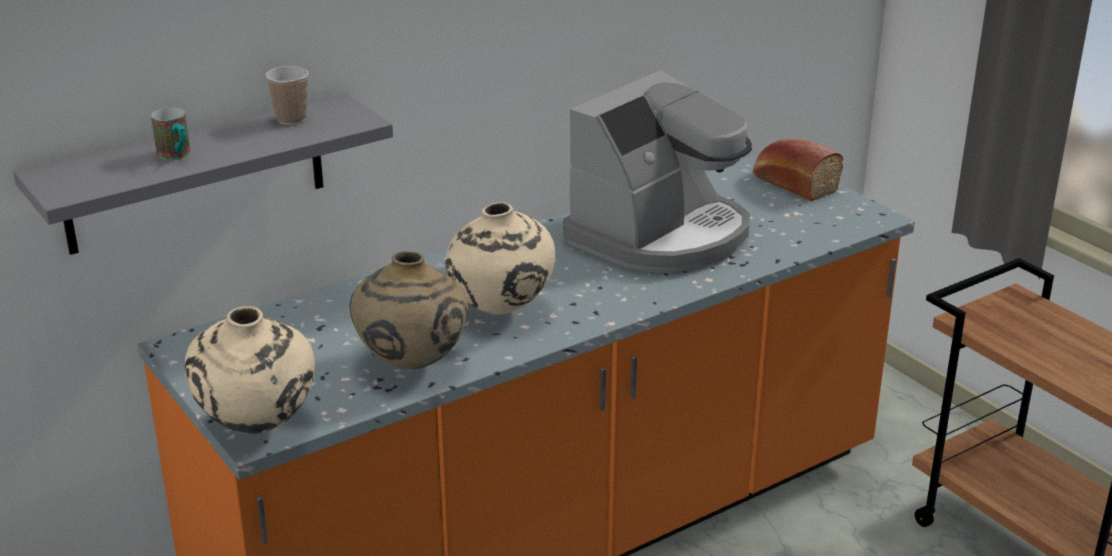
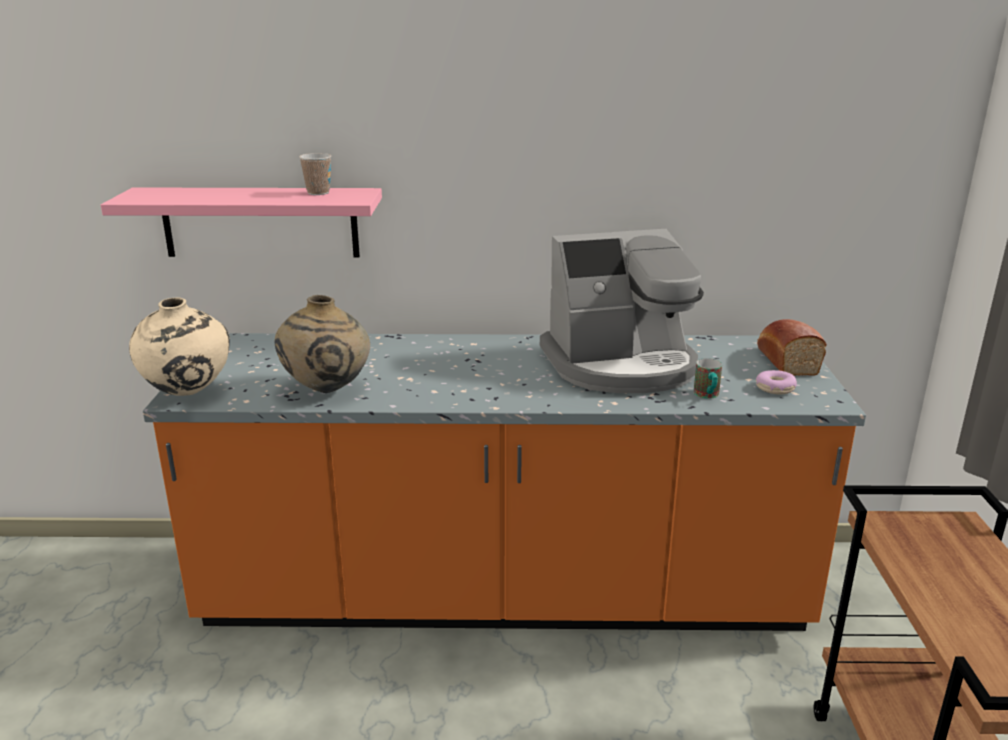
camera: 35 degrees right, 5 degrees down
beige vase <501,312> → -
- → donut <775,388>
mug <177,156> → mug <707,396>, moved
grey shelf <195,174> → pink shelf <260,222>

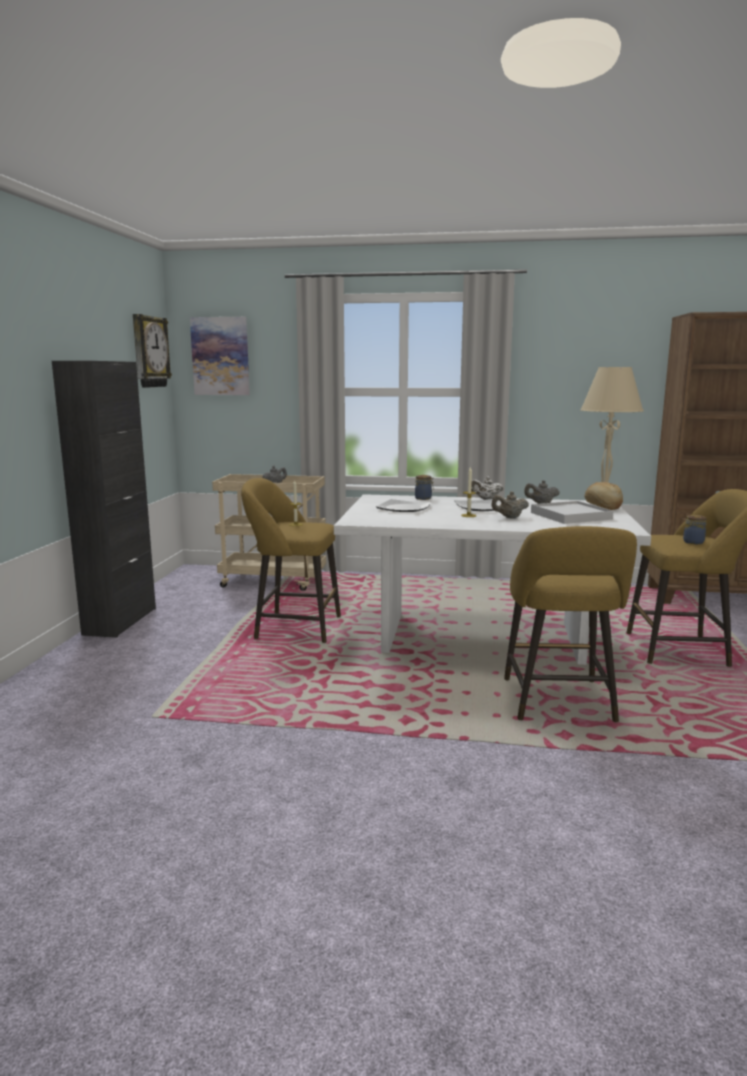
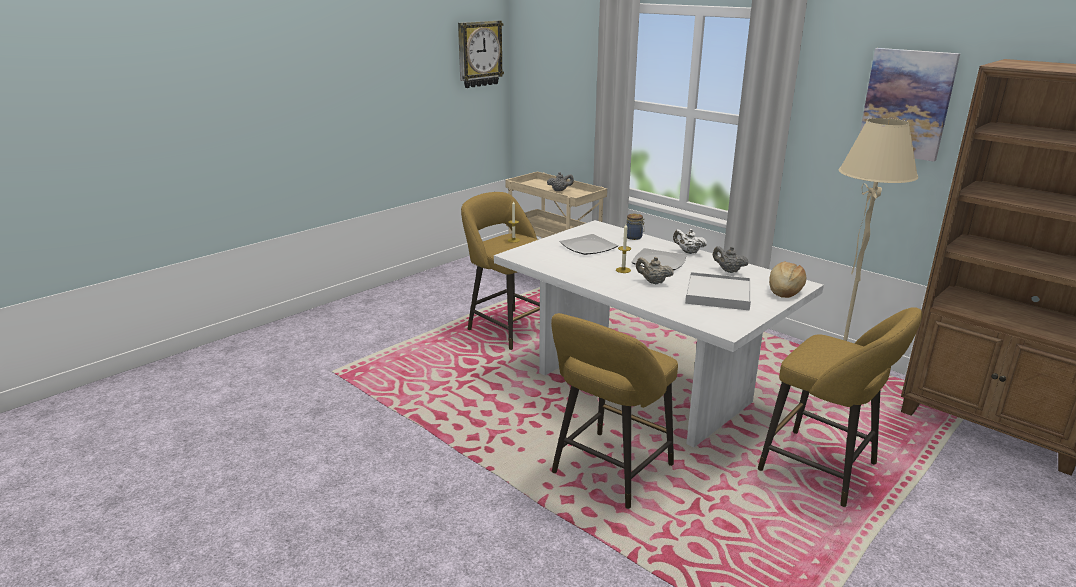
camera: 35 degrees right, 10 degrees up
black cabinet <120,621> → -
jar <693,542> → -
picture <220,356> → picture <906,103>, moved

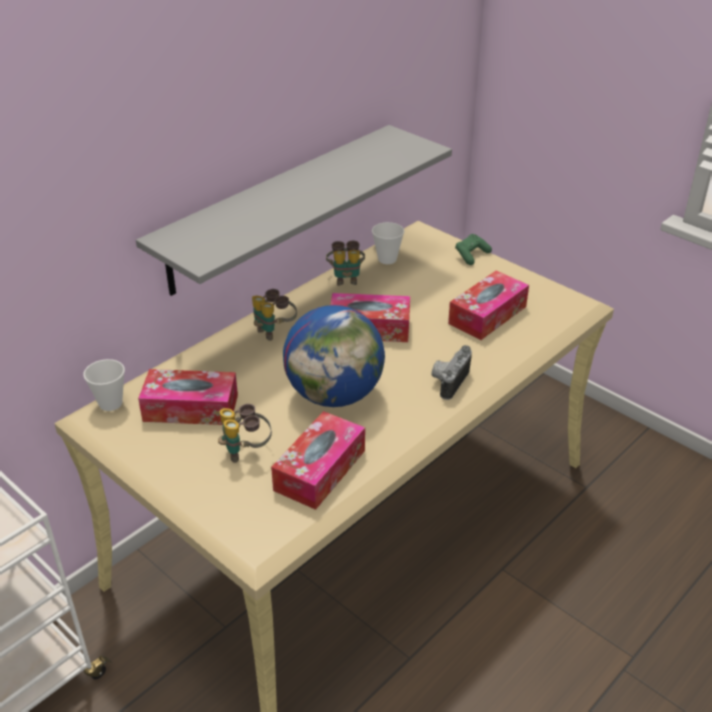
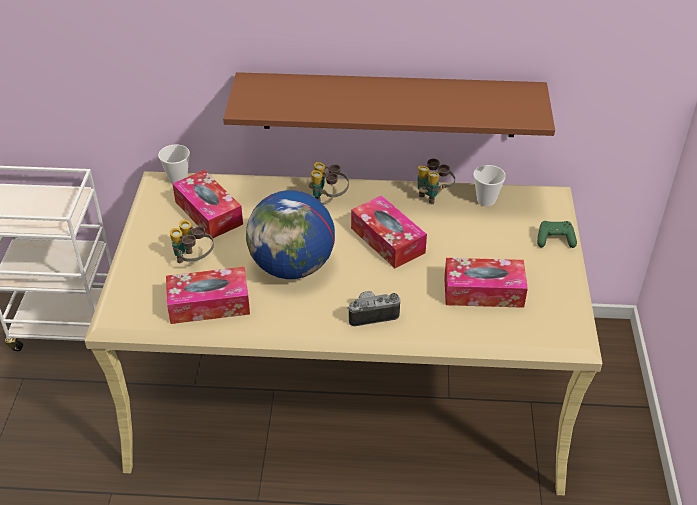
camera: 50 degrees right, 5 degrees up
grey shelf <277,208> → brown shelf <389,104>

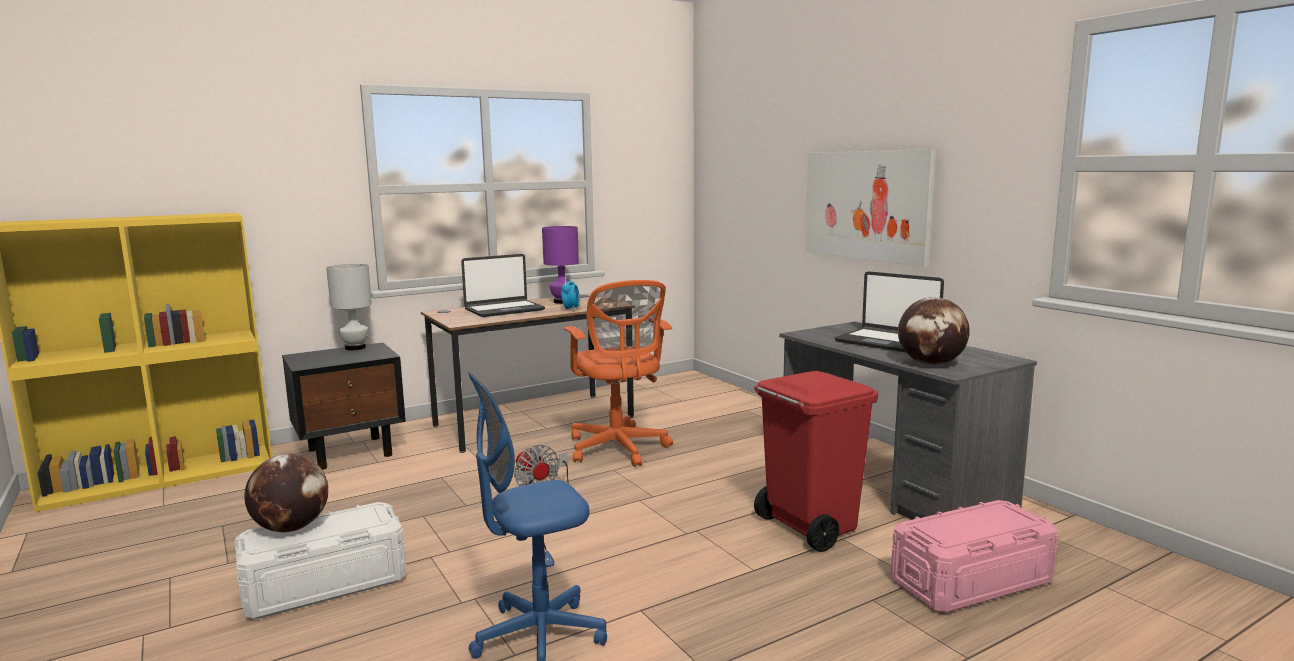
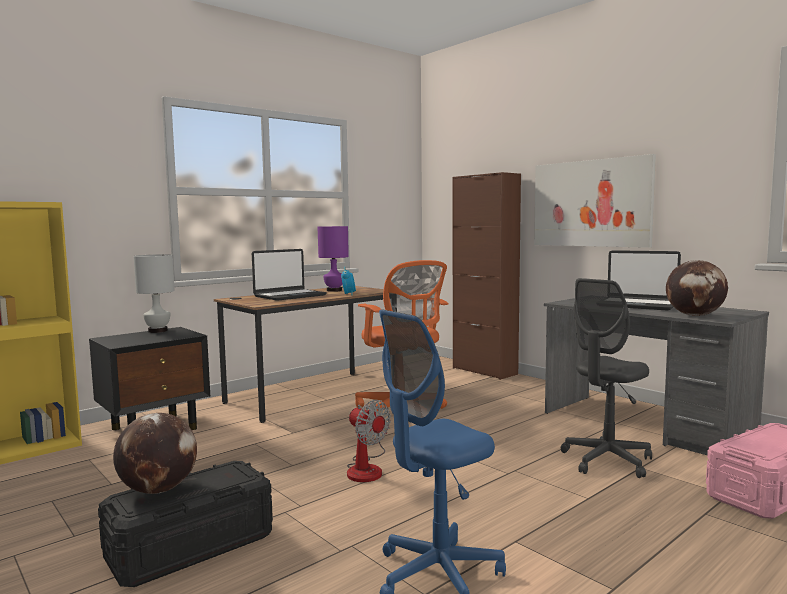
camera: 10 degrees left, 5 degrees down
- → brown cabinet <484,371>
red trash can <809,527> → grey office chair <607,461>
white storage box <325,584> → black storage box <191,547>

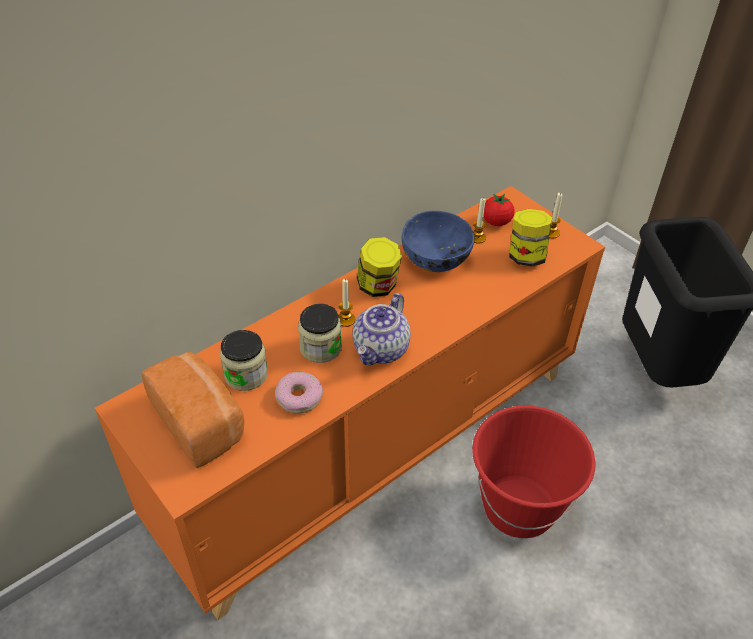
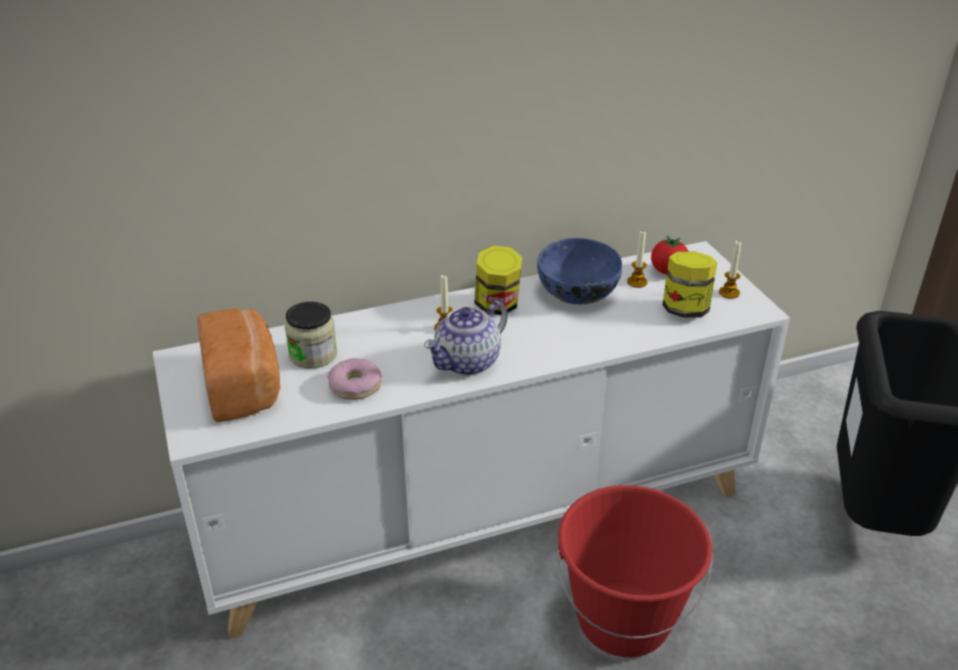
camera: 20 degrees right, 10 degrees down
jar <321,348> → -
orange cabinet <375,447> → white cabinet <480,514>

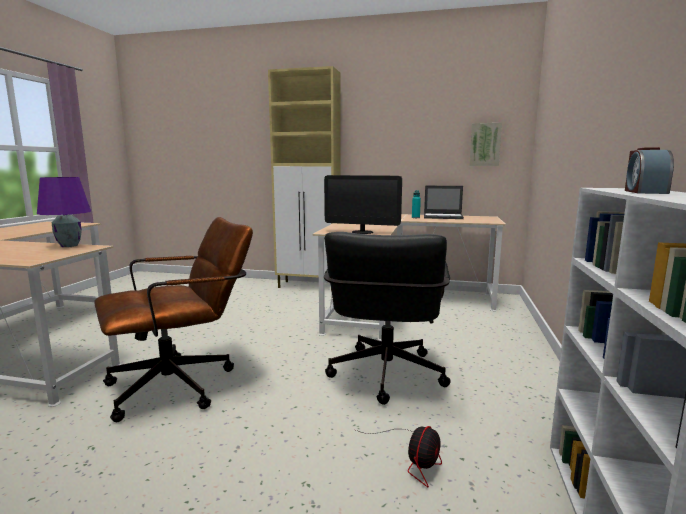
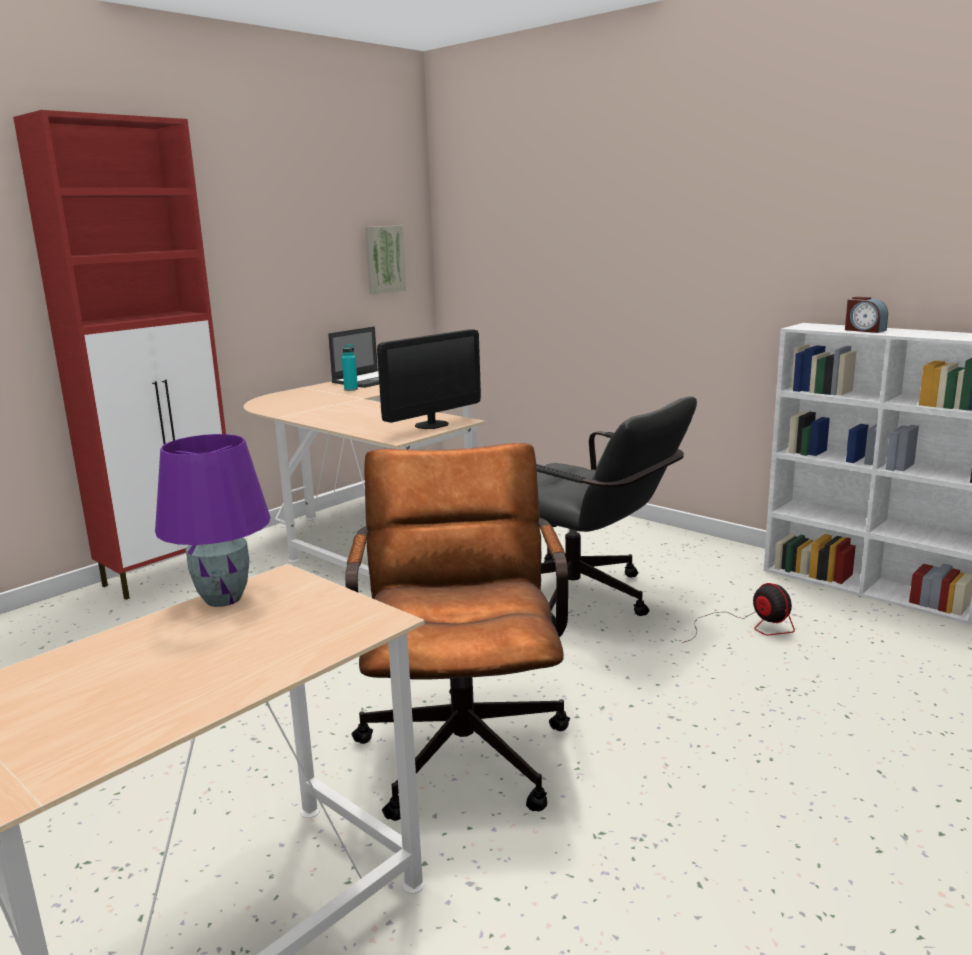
camera: 60 degrees left, 5 degrees up
beige cabinet <309,286> → red cabinet <173,573>

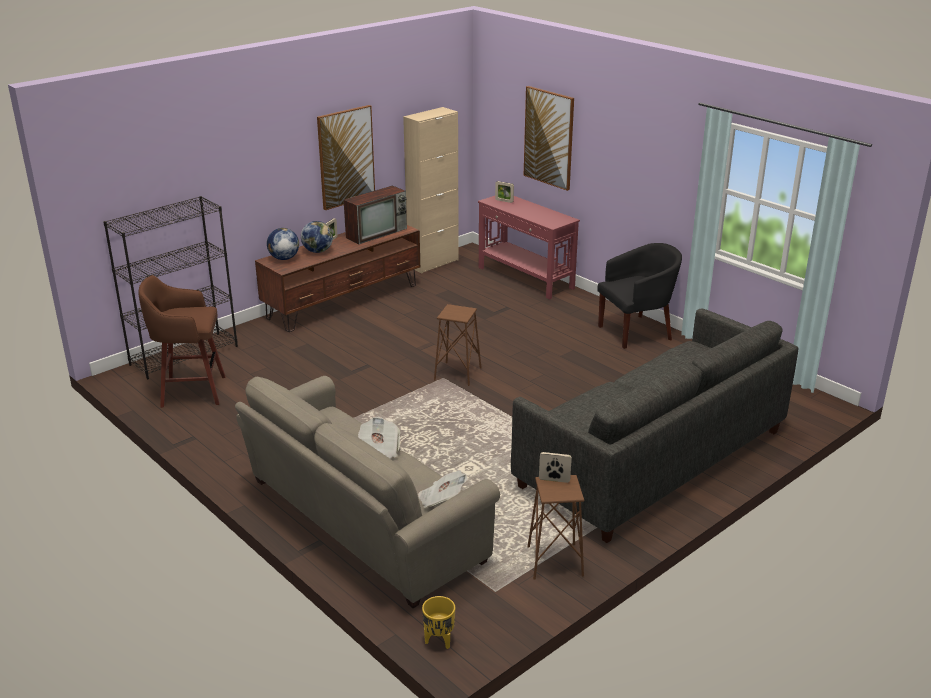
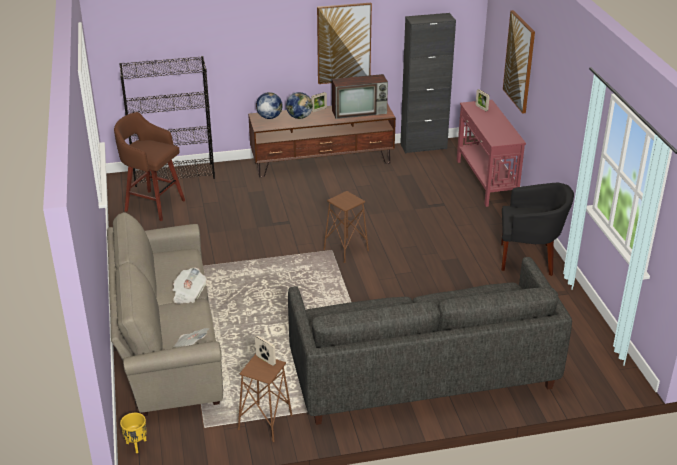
camera: 30 degrees right, 5 degrees up
beige cabinet <433,263> → black cabinet <423,146>

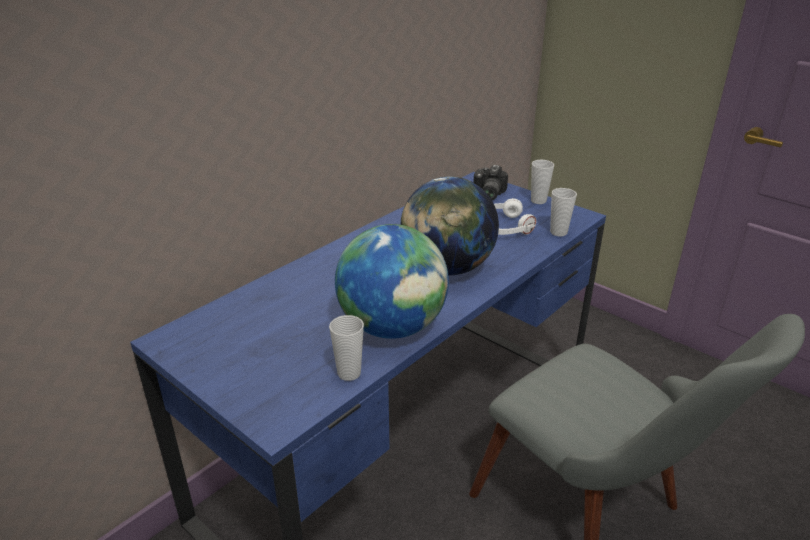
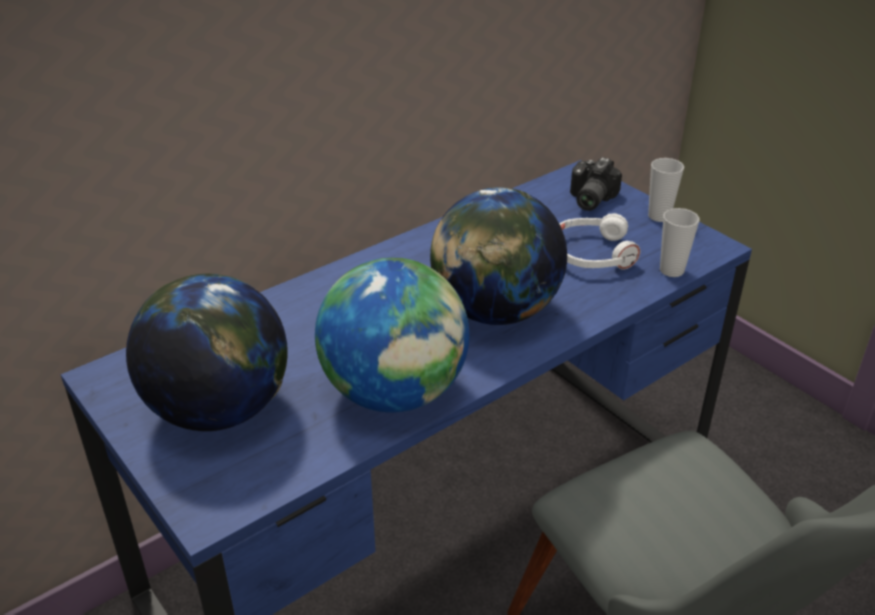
camera: 10 degrees right, 5 degrees up
cup <349,373> → -
- → globe <219,410>

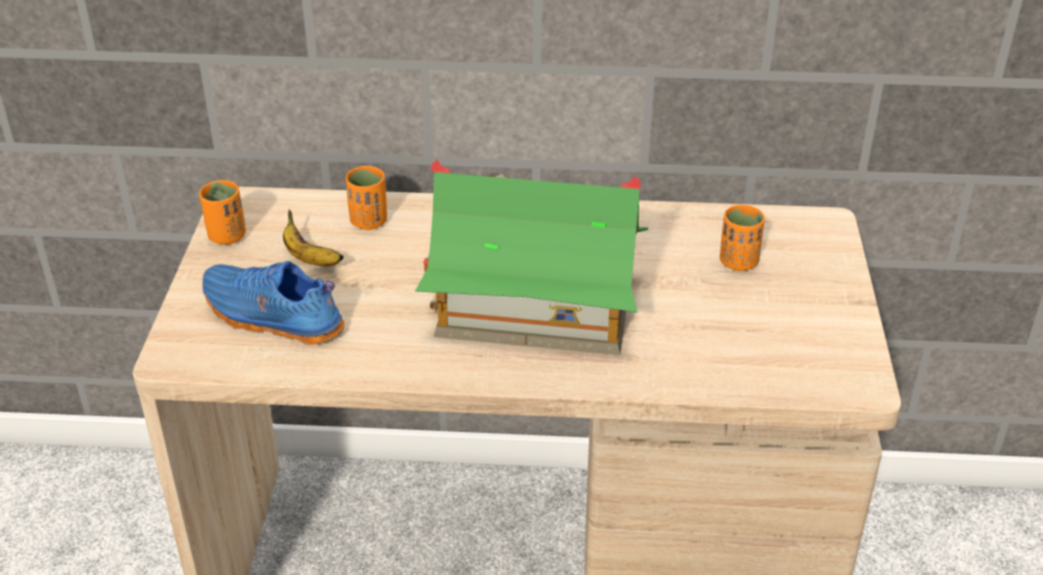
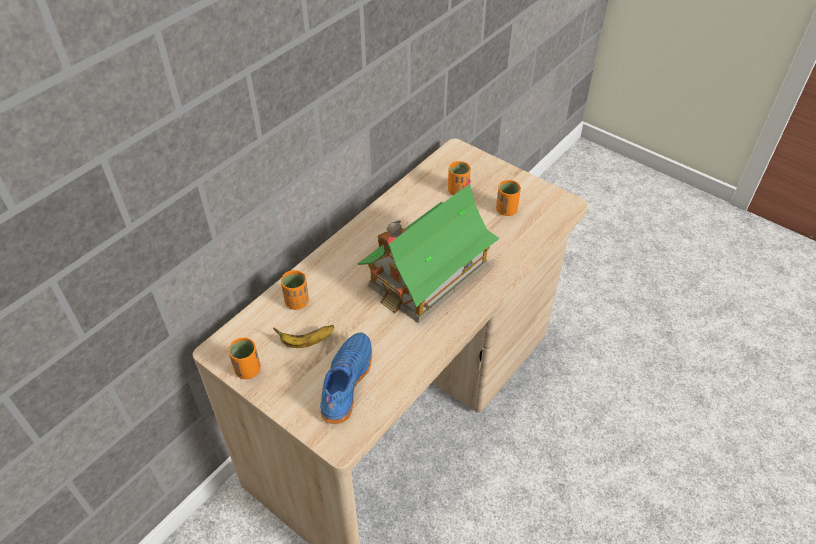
camera: 55 degrees left, 10 degrees up
- → orange cup <506,210>
blue shoe <271,319> → blue shoe <345,382>, 135 degrees clockwise

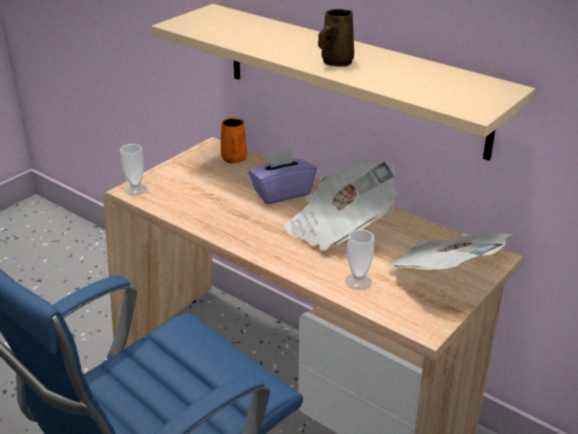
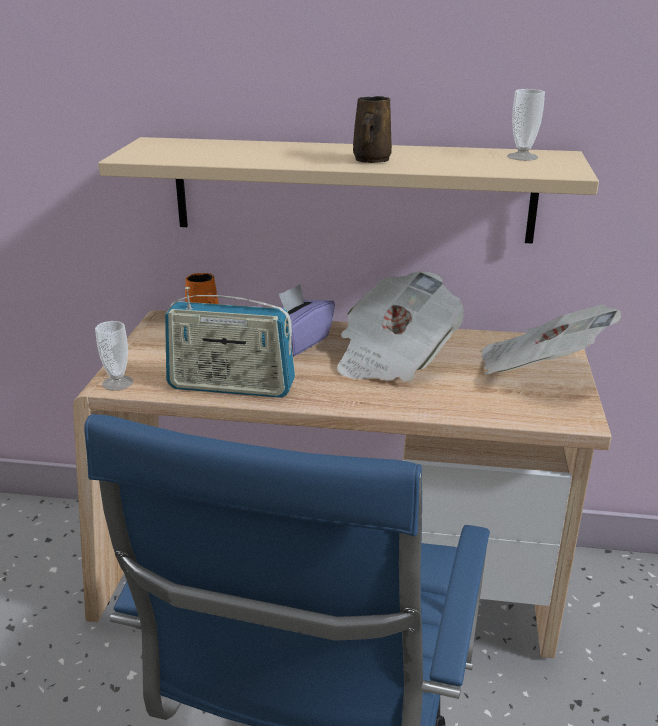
camera: 30 degrees left, 5 degrees down
- → radio <231,386>
cup <358,282> → cup <522,157>, moved

